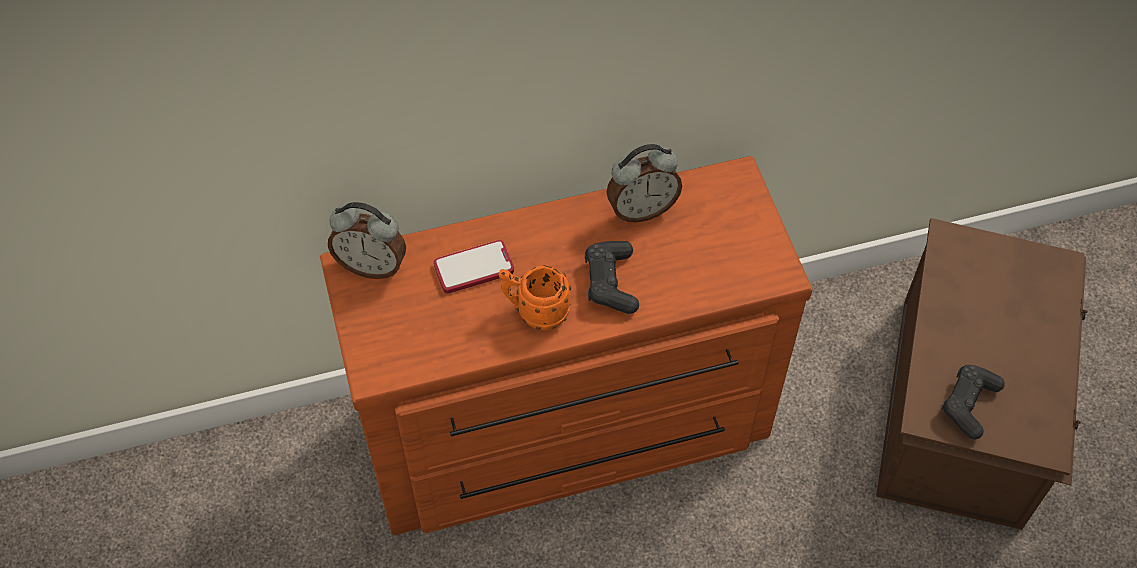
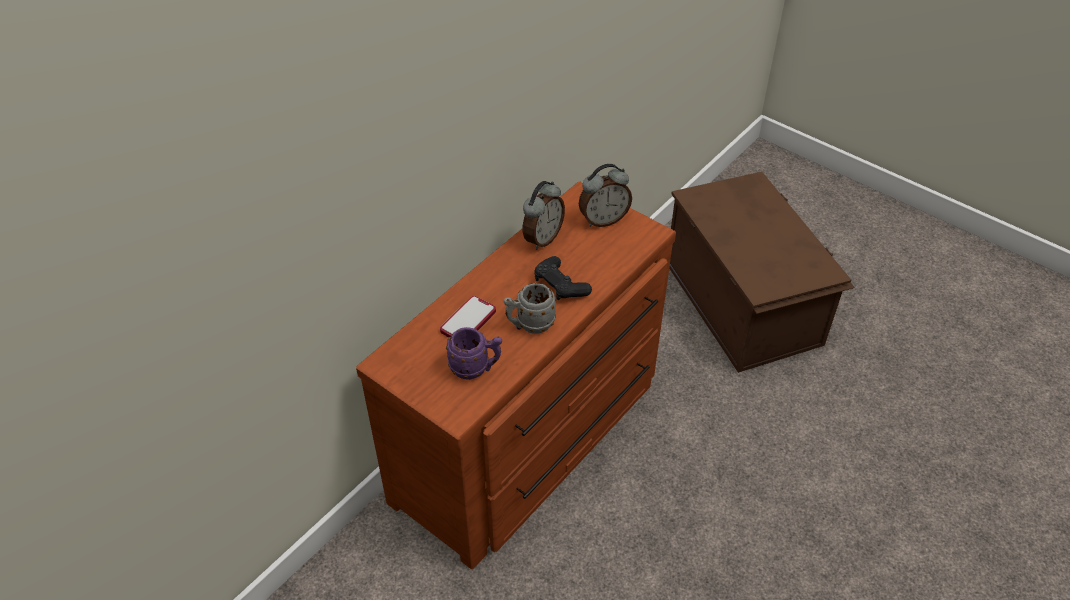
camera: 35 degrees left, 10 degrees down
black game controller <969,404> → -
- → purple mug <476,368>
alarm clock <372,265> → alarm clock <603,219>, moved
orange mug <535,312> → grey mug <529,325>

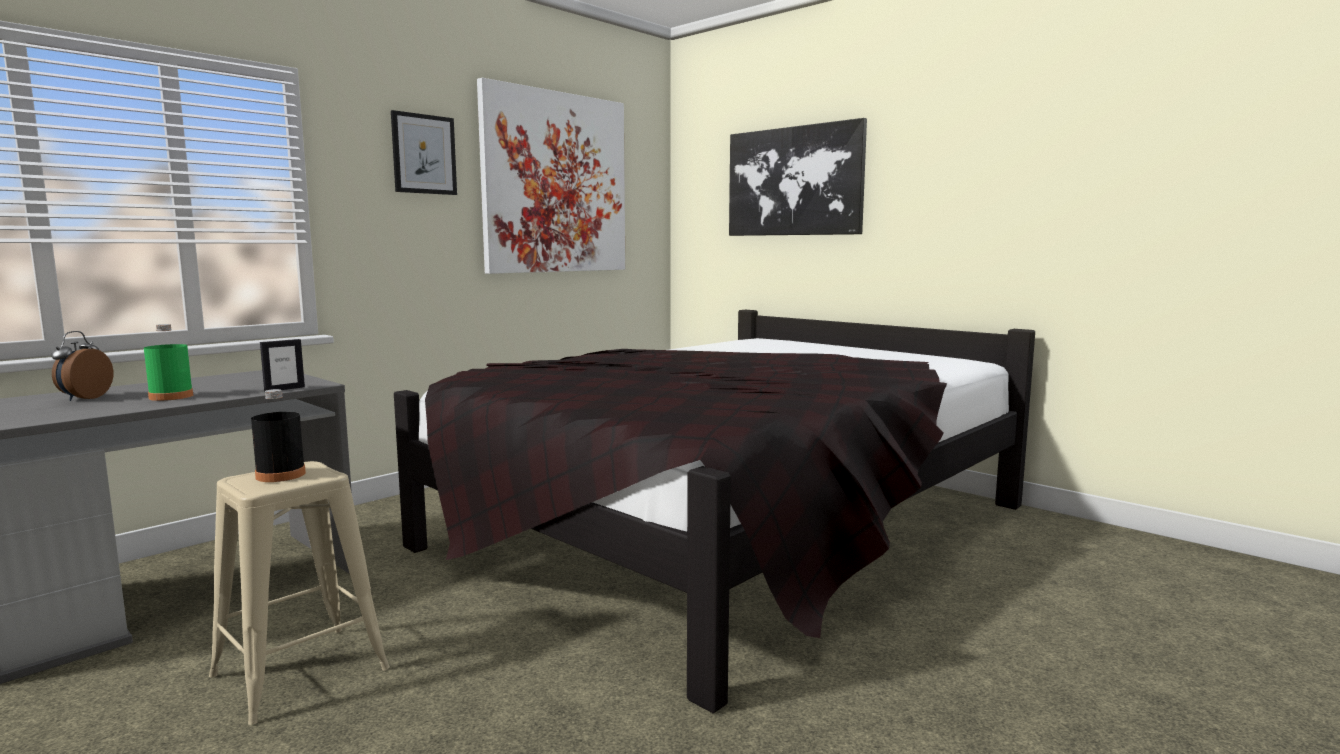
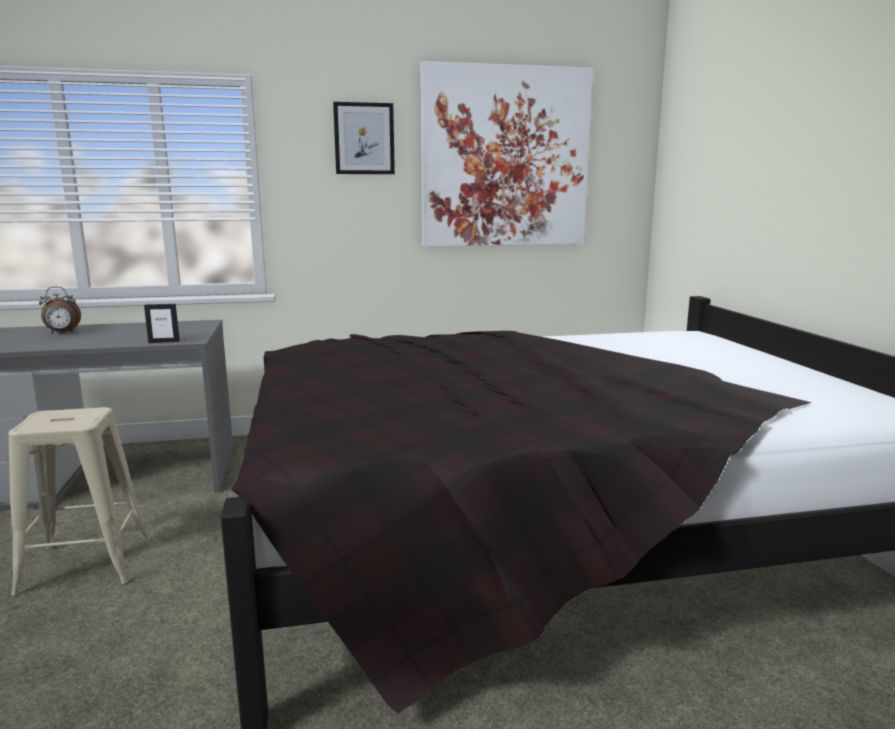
camera: 35 degrees right, 5 degrees up
green bottle <171,396> → -
black bottle <280,475> → -
picture <794,181> → -
alarm clock <83,398> → alarm clock <62,332>, 150 degrees counterclockwise

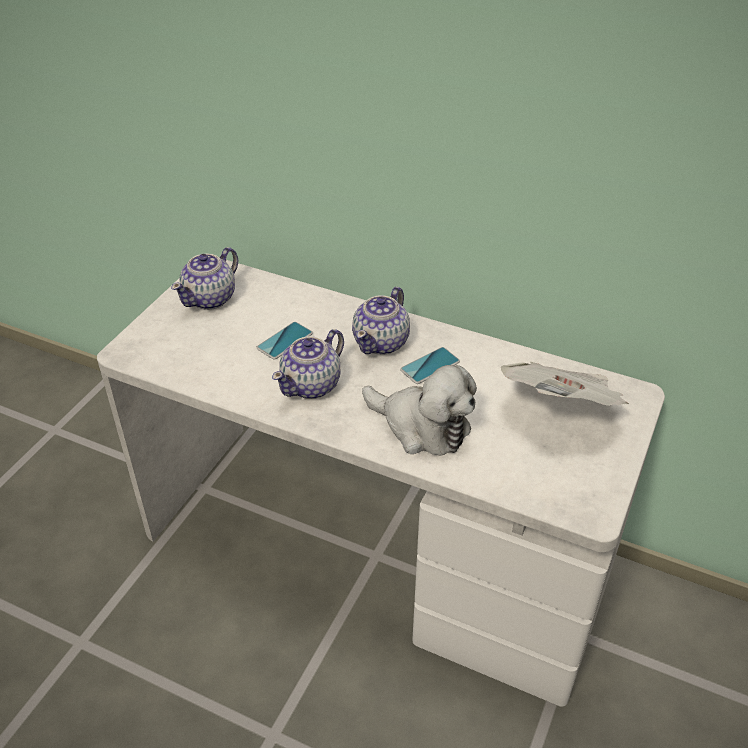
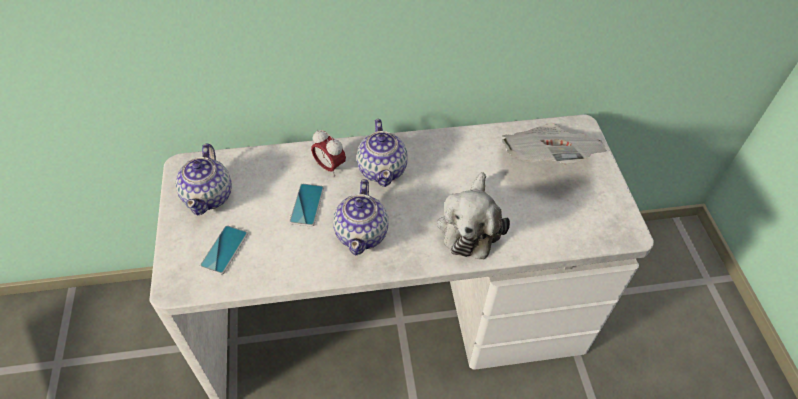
camera: 35 degrees left, 10 degrees up
- → alarm clock <329,167>
phone <430,366> → phone <224,250>, moved
plush toy <422,426> → plush toy <470,226>, 105 degrees clockwise

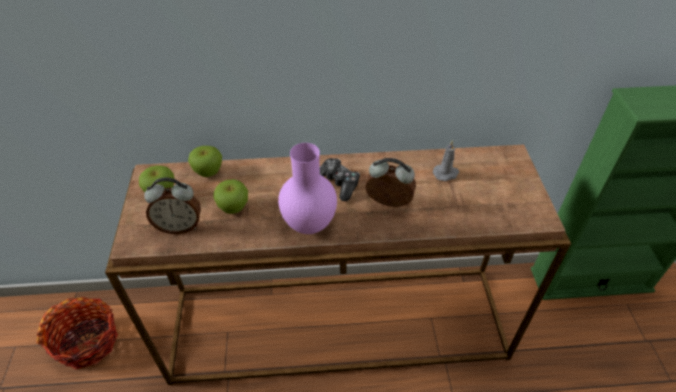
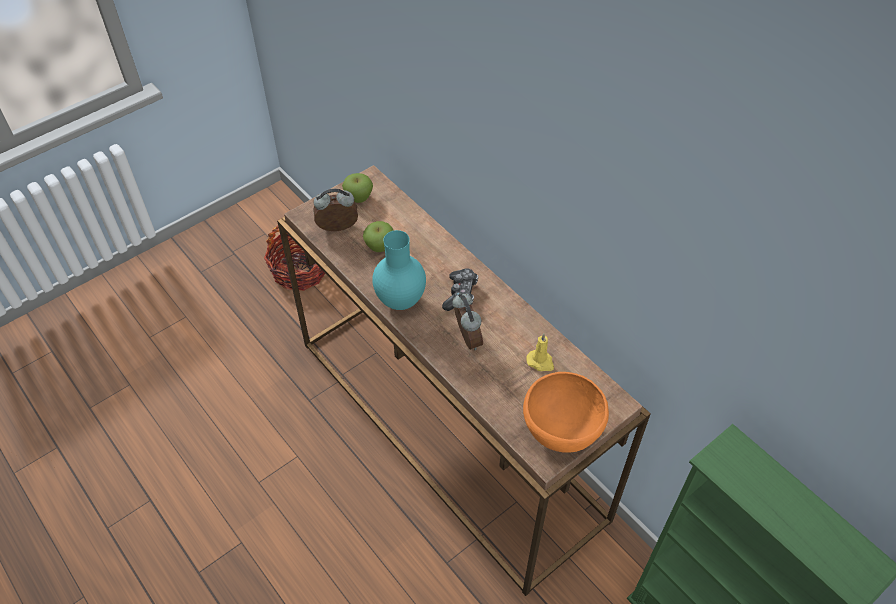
camera: 55 degrees right, 5 degrees up
apple <208,172> → -
- → orange bowl <561,431>
purple vase <308,226> → turquoise vase <399,301>
grey candle <446,173> → yellow candle <540,362>
alarm clock <179,226> → alarm clock <338,229>, 120 degrees clockwise

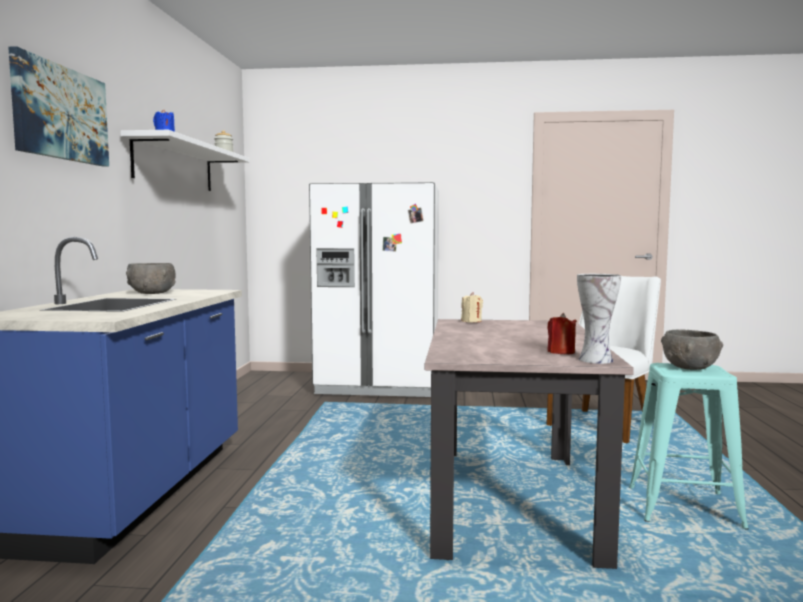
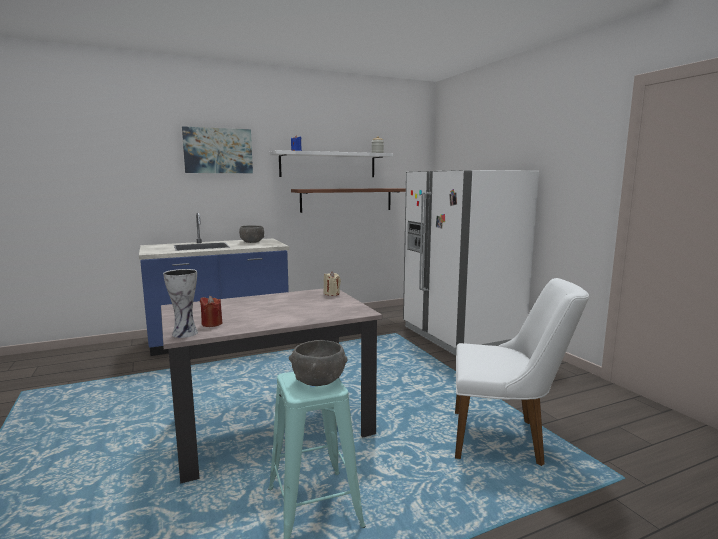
camera: 60 degrees right, 5 degrees up
- → brown shelf <346,199>

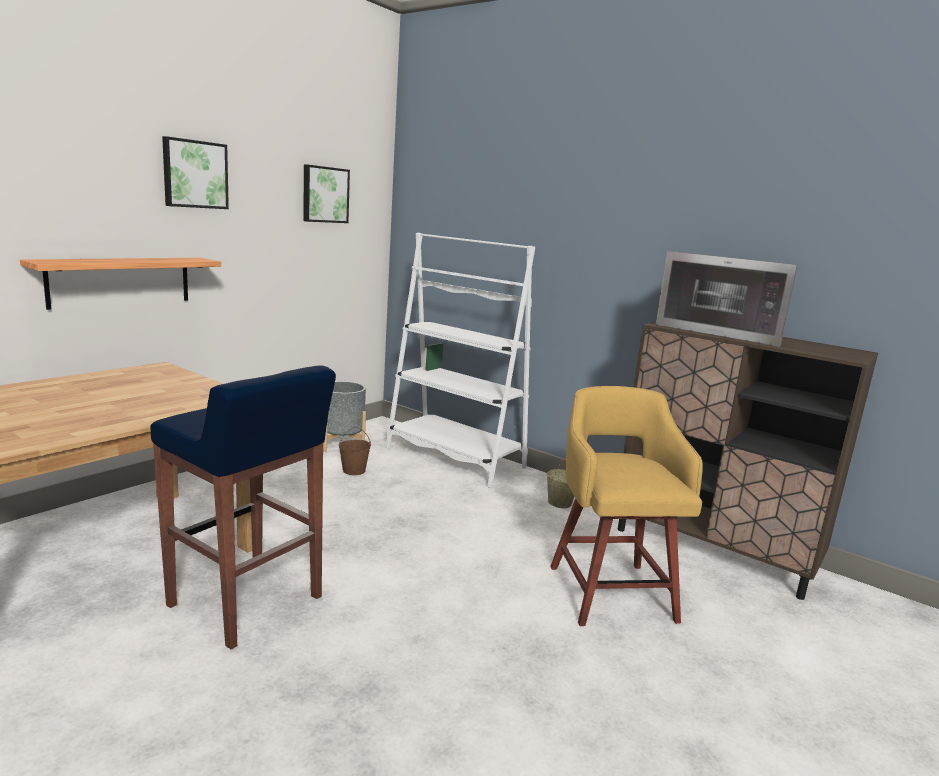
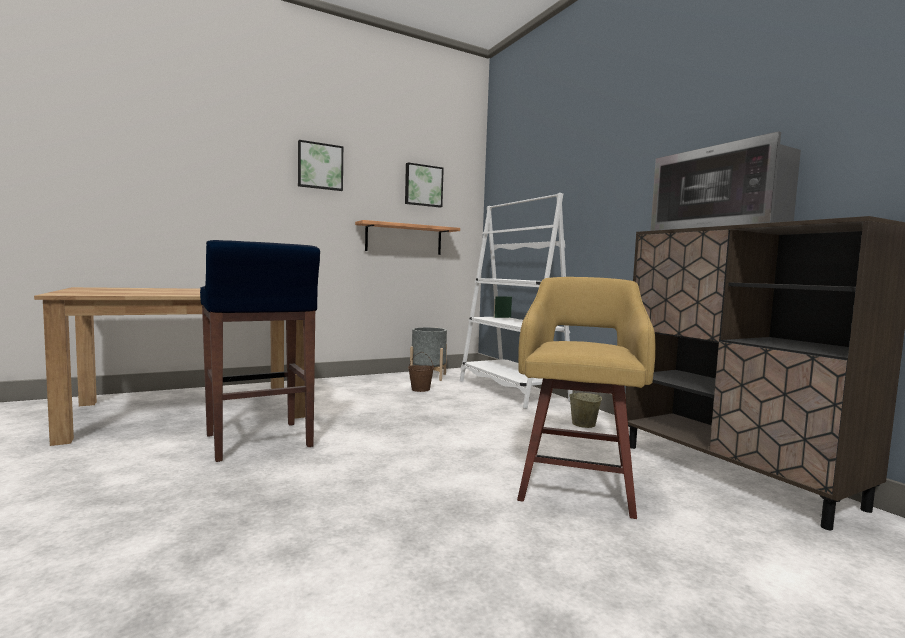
camera: 25 degrees right, 10 degrees down
shelf <121,281> → shelf <404,239>, moved

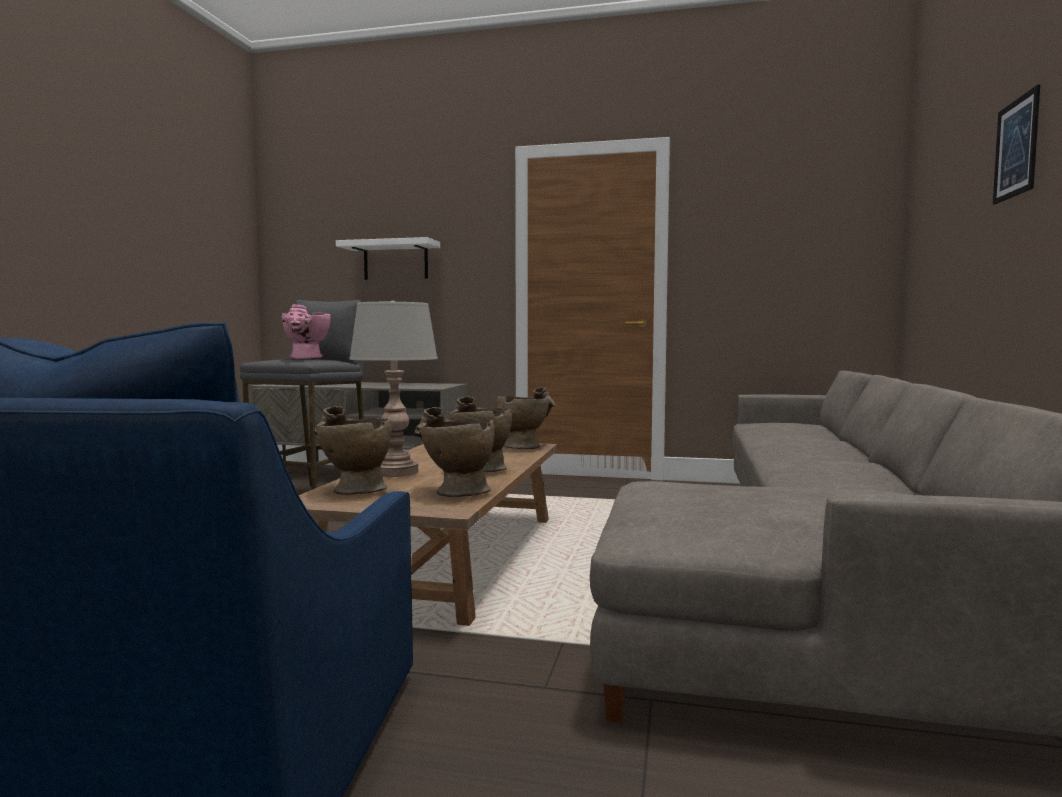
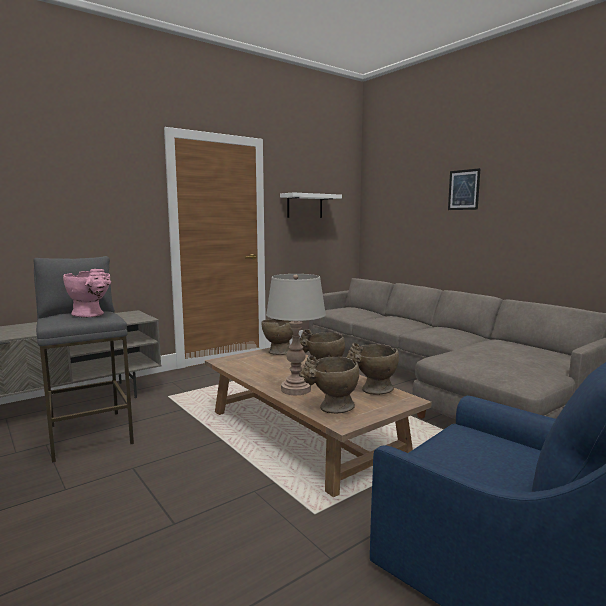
camera: 50 degrees left, 5 degrees up
white shelf <395,261> → white shelf <304,206>, moved

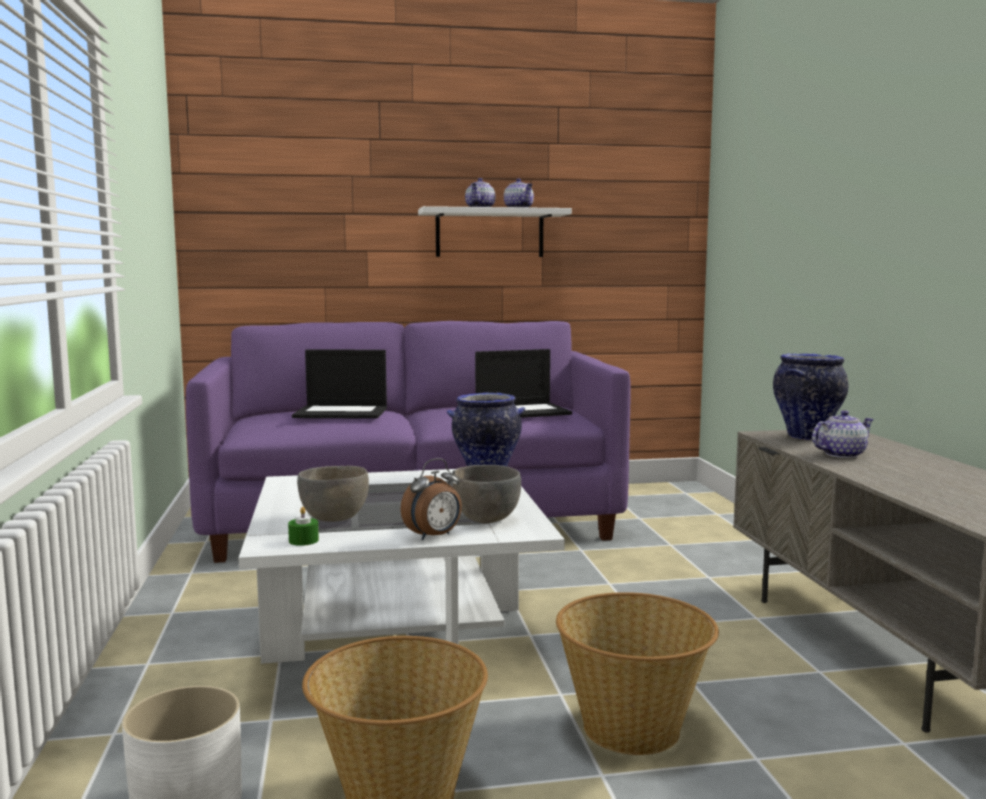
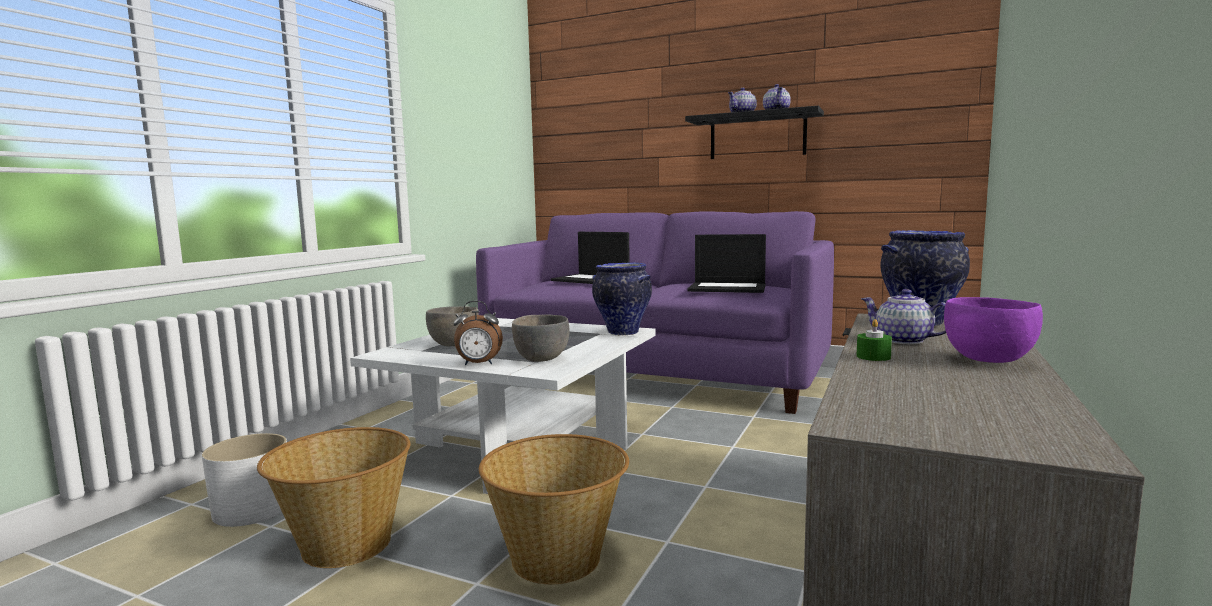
camera: 35 degrees right, 0 degrees up
- → purple bowl <988,360>
green candle <303,540> → green candle <873,357>, moved
white shelf <489,233> → black shelf <757,136>
teapot <840,454> → teapot <904,340>, 150 degrees counterclockwise

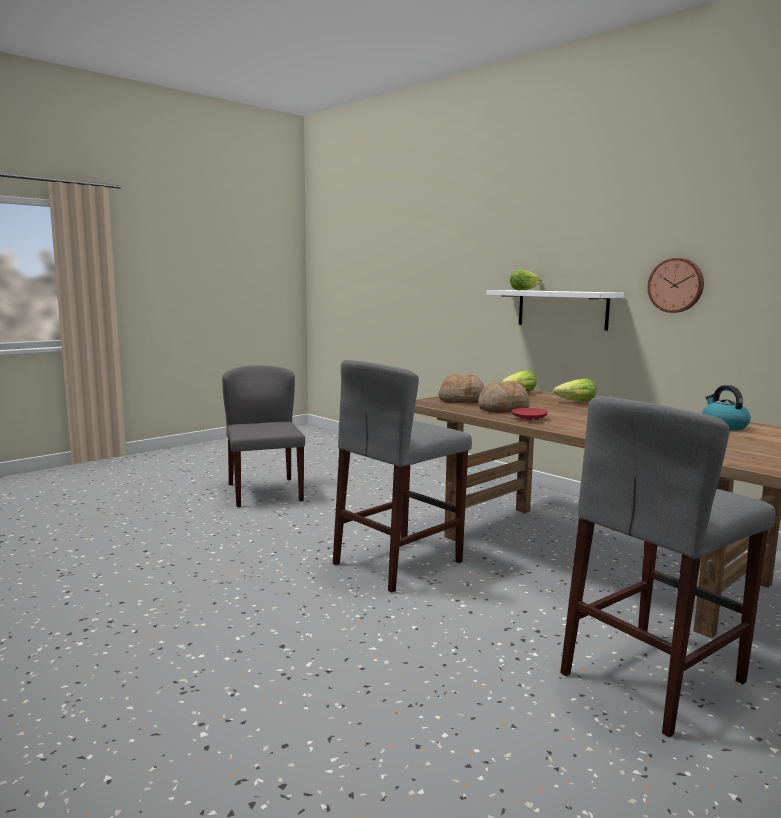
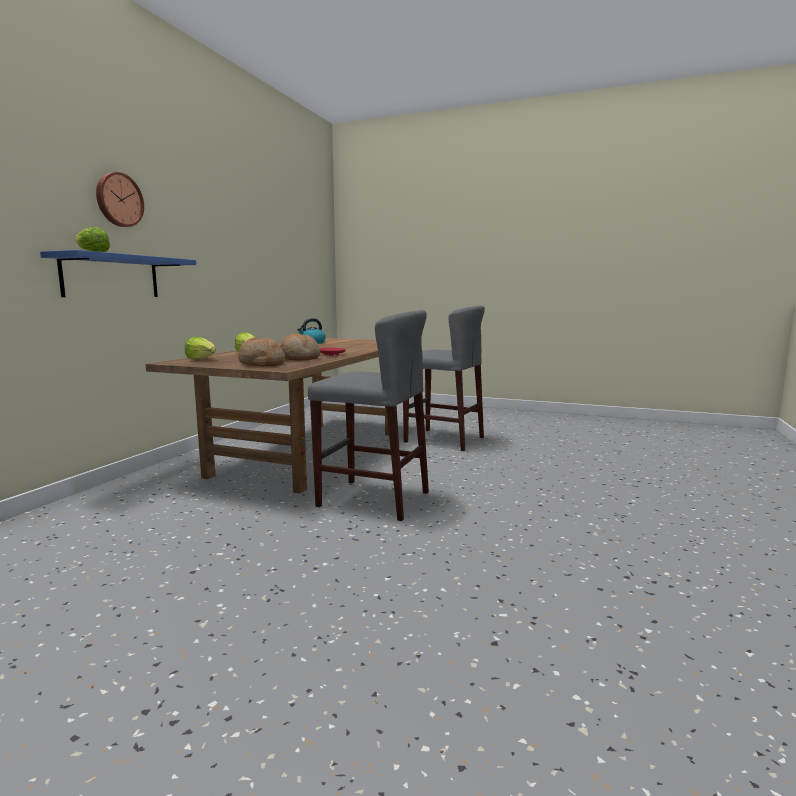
camera: 115 degrees left, 0 degrees up
grey chair <264,492> → -
wall clock <676,285> → wall clock <118,200>, moved
white shelf <562,309> → blue shelf <111,277>

